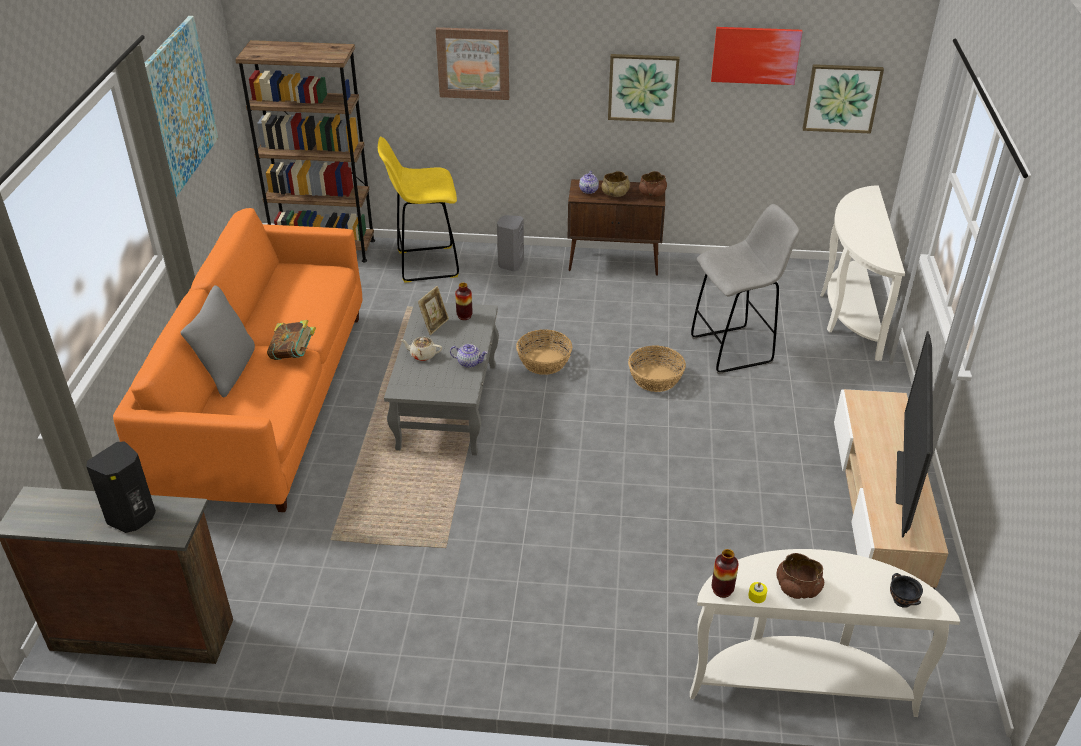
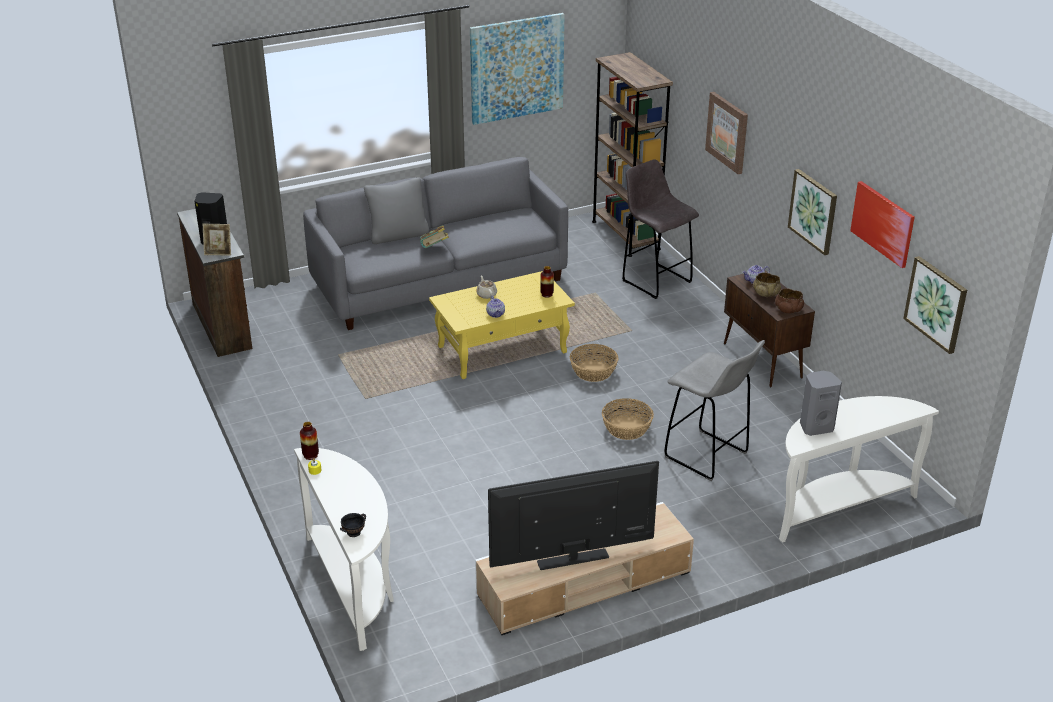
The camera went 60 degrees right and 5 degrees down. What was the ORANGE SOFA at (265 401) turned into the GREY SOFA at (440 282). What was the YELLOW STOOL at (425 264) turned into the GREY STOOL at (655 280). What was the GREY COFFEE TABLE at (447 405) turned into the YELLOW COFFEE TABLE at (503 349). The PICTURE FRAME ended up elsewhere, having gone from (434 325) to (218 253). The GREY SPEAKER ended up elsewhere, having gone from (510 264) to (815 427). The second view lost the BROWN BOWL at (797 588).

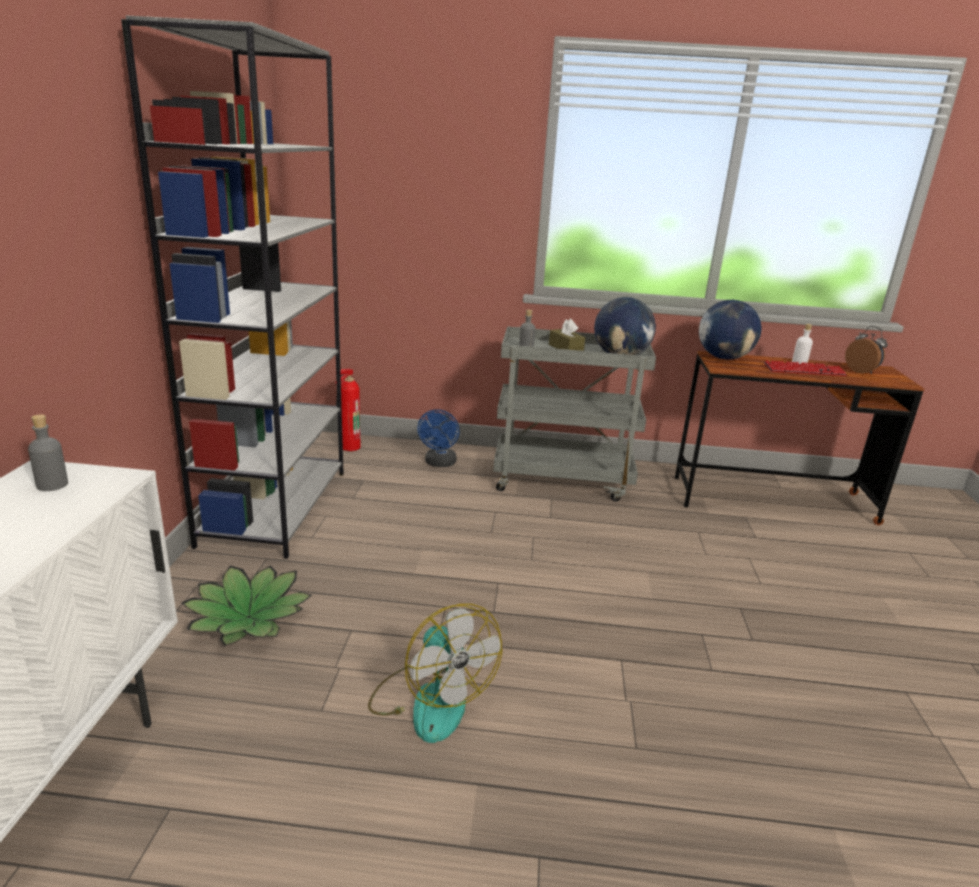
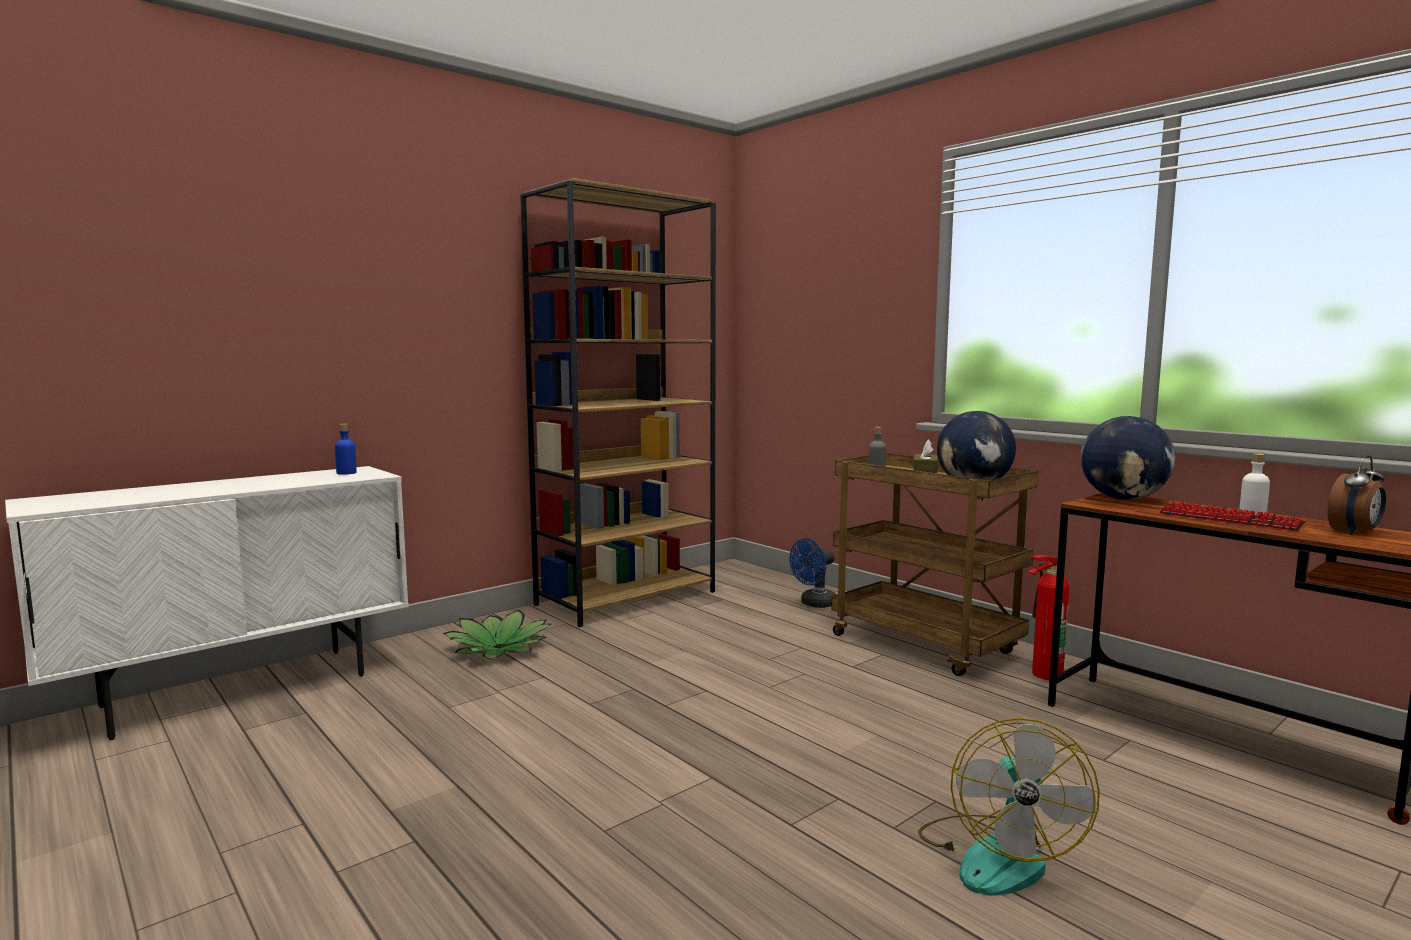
The camera went 45 degrees right and 15 degrees down. What was the GREY BOTTLE at (52 485) turned into the BLUE BOTTLE at (346 473). What was the GREY BOOKCASE at (275 506) turned into the BROWN BOOKCASE at (627 598). The FIRE EXTINGUISHER ended up elsewhere, having gone from (348 447) to (1043 674). The FAN ended up elsewhere, having gone from (430 699) to (997 855). What was the GREY CART at (563 480) turned into the BROWN CART at (926 645). The ALARM CLOCK at (861 371) ended up facing another way, 45 degrees clockwise from before.

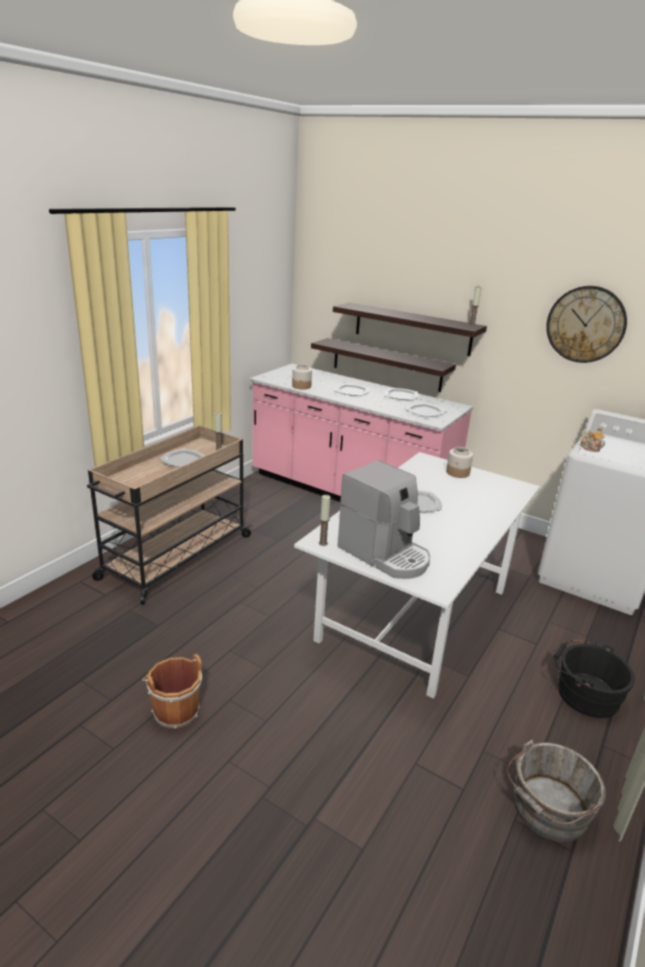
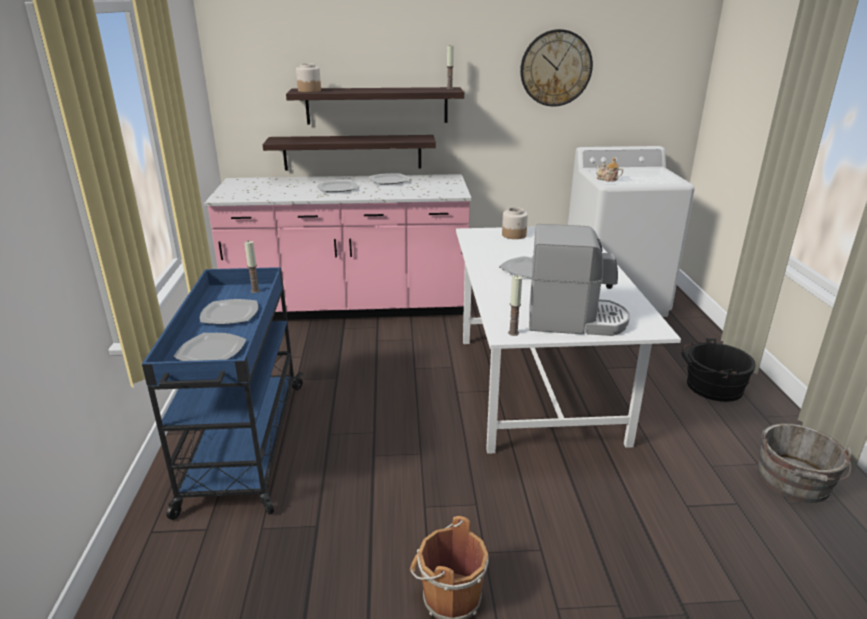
The camera went 35 degrees left and 0 degrees up. What was the BEIGE CART at (175 557) turned into the BLUE CART at (244 445). The JAR ended up elsewhere, having gone from (301 386) to (309 90). The PLATE ended up elsewhere, having gone from (425 412) to (212 351).

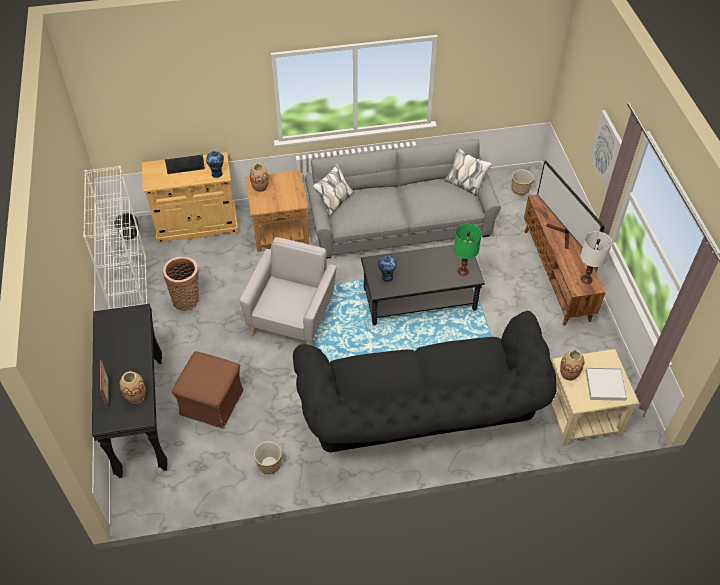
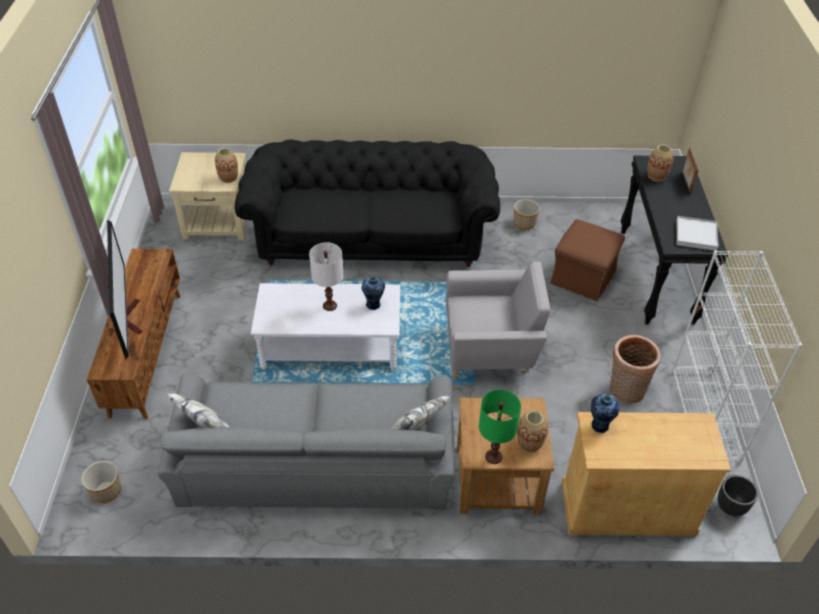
The camera went 170 degrees left and 5 degrees down. The second view lost the BLACK SPEAKER at (185 166). The GREY ARMCHAIR at (292 317) ended up facing another way, 120 degrees counterclockwise from before. What was the BLACK COFFEE TABLE at (420 299) turned into the WHITE COFFEE TABLE at (330 347). The GREEN TABLE LAMP ended up elsewhere, having gone from (463 271) to (493 457). The WHITE TABLE LAMP ended up elsewhere, having gone from (586 279) to (330 305). The WHITE TRAY ended up elsewhere, having gone from (605 385) to (696 235). The second view lost the PICTURE at (607 150).

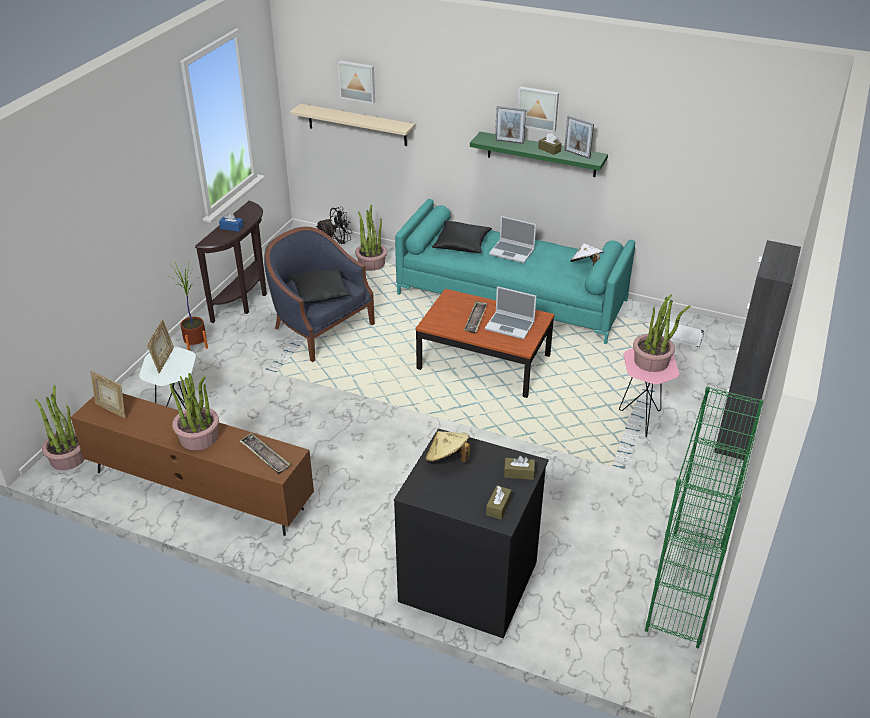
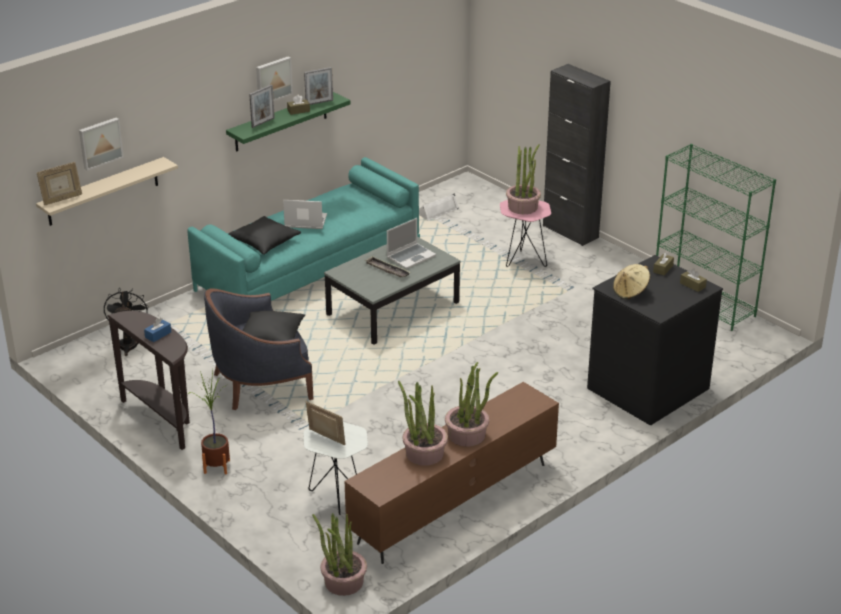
The camera went 65 degrees left and 5 degrees down. The PICTURE FRAME ended up elsewhere, having gone from (112 410) to (62 199). The second view lost the TRAY at (265 456). The POTTED PLANT ended up elsewhere, having gone from (371 263) to (424 453). What was the BROWN COFFEE TABLE at (484 362) turned into the GREY COFFEE TABLE at (393 308). The LAPTOP at (512 252) ended up facing another way, 135 degrees counterclockwise from before. The second view lost the WHITE HAT at (586 265).

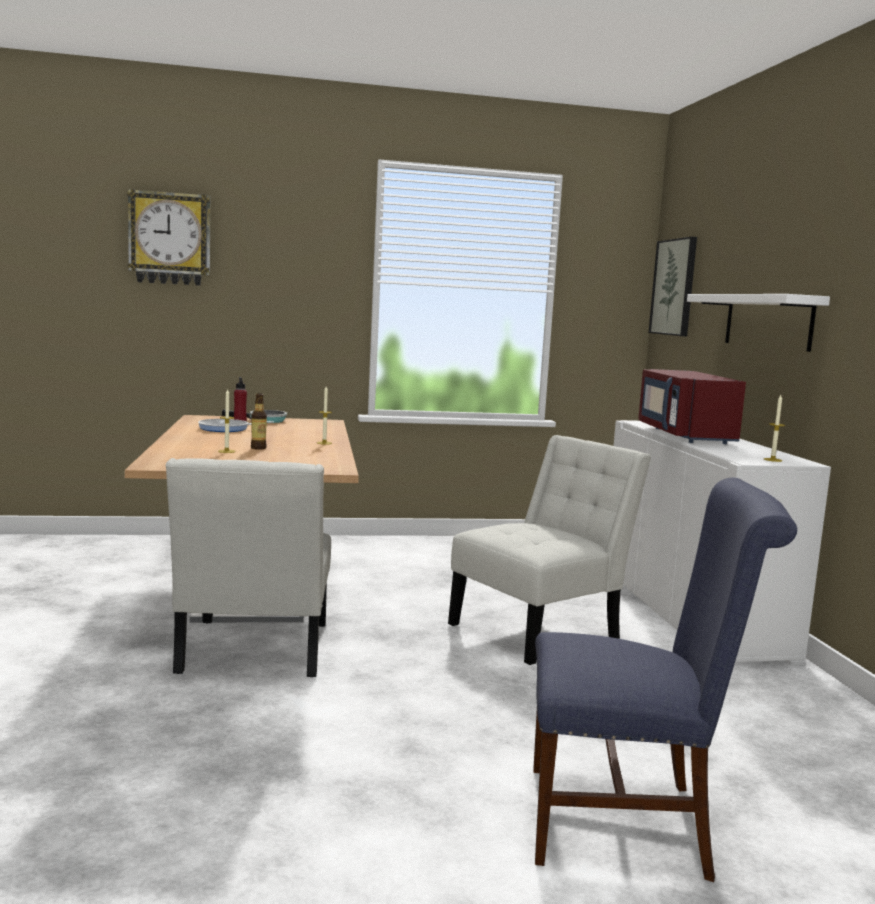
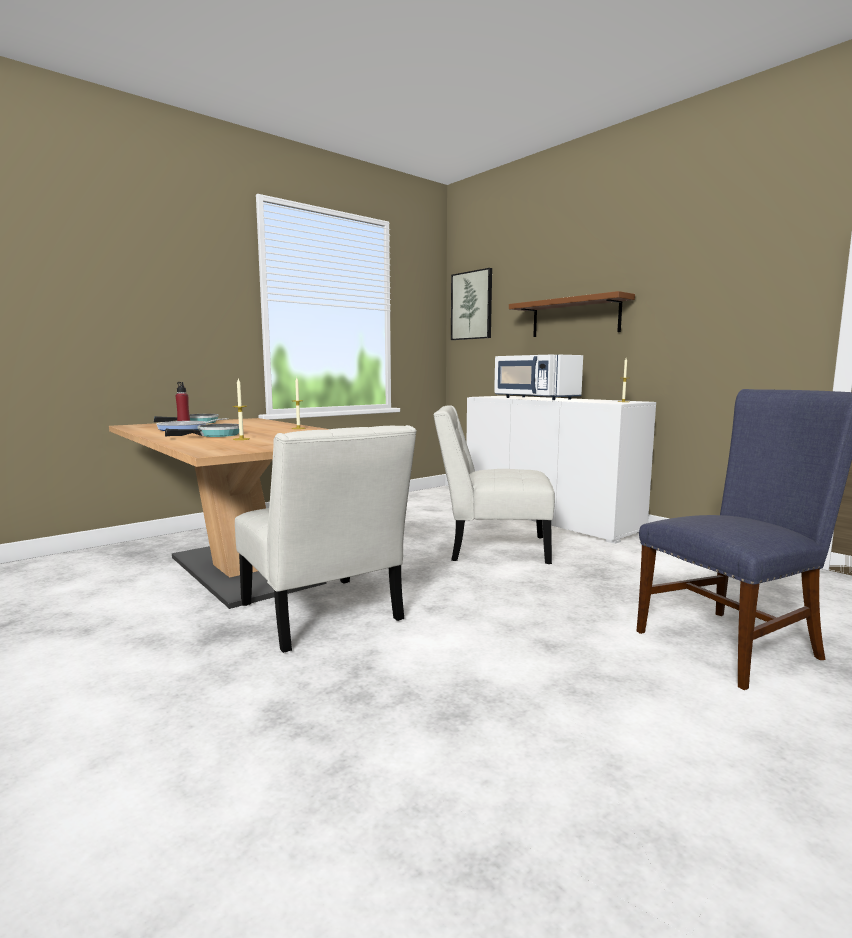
The camera went 30 degrees left and 0 degrees up. The second view lost the WALL CLOCK at (170 238). The second view lost the BOTTLE at (258 448). The WHITE CHAIR at (541 630) ended up facing another way, 105 degrees counterclockwise from before. What was the RED MICROWAVE at (683 435) turned into the WHITE MICROWAVE at (534 398). What was the WHITE SHELF at (768 321) turned into the BROWN SHELF at (575 317). The second view gained the FRYING PAN at (216 435).

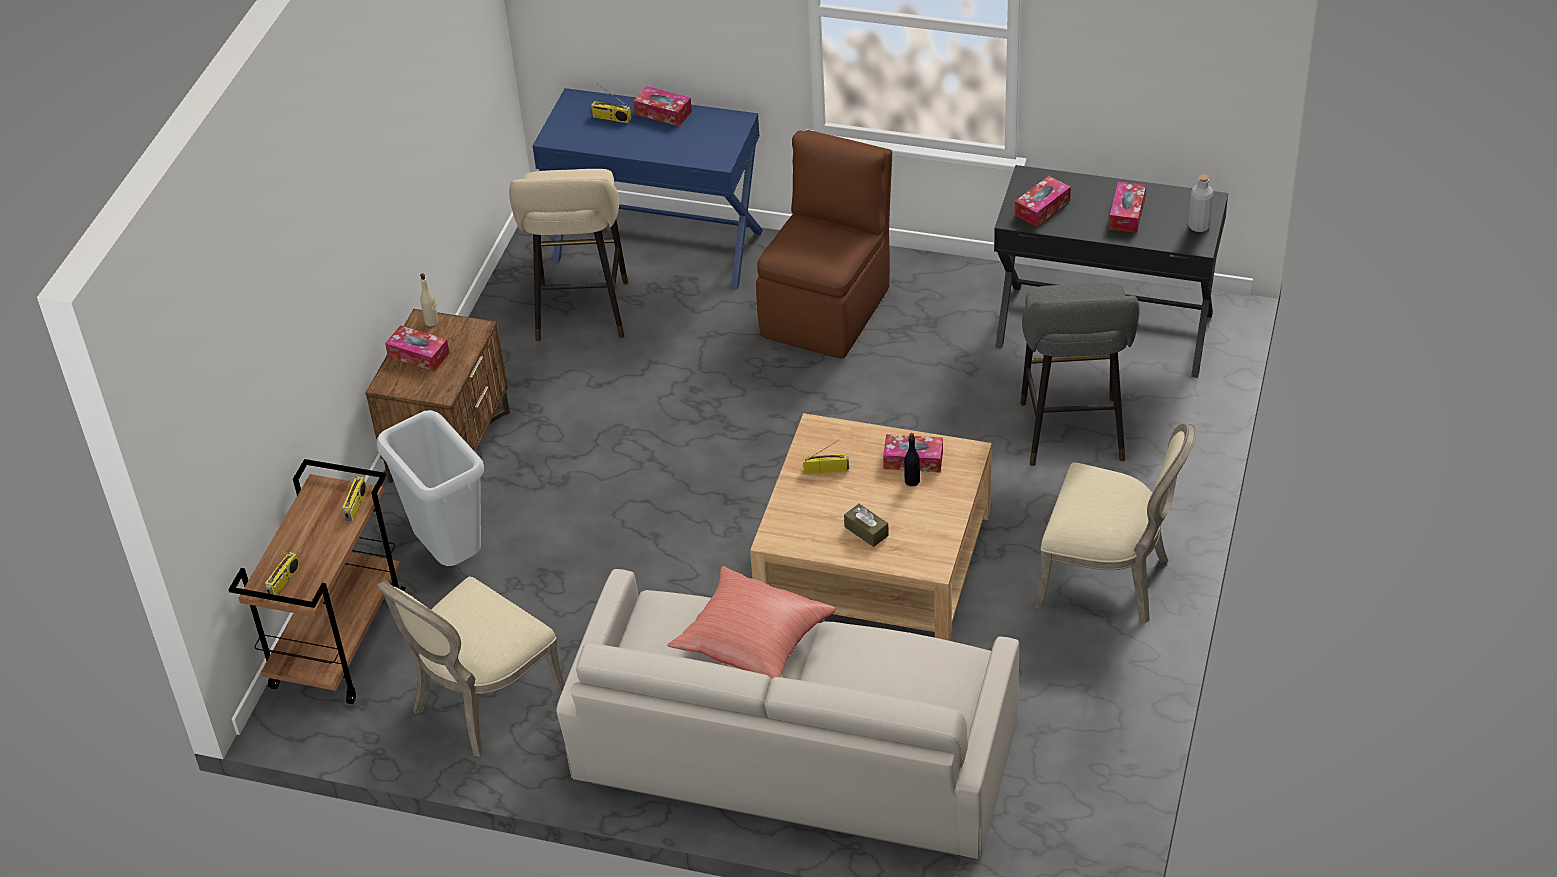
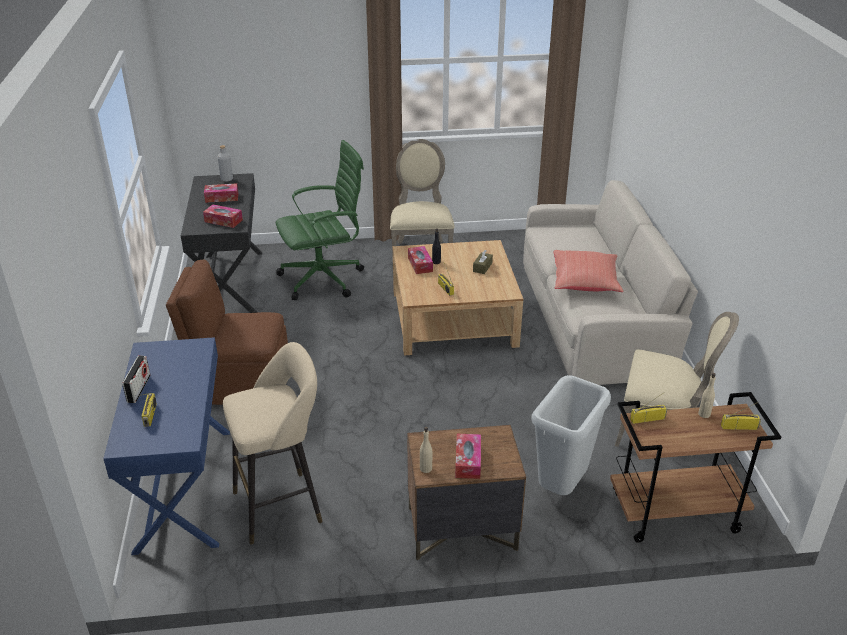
The camera went 115 degrees left and 10 degrees down. Where the TISSUE BOX stood at (663 113), the RADIO came to stand at (139 389). Where the GREY STOOL stood at (1073 436), the GREEN OFFICE CHAIR came to stand at (324 278). The second view gained the BEIGE BOTTLE at (704 414).

